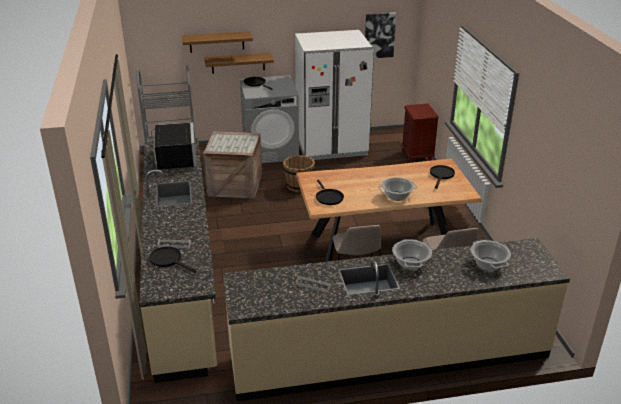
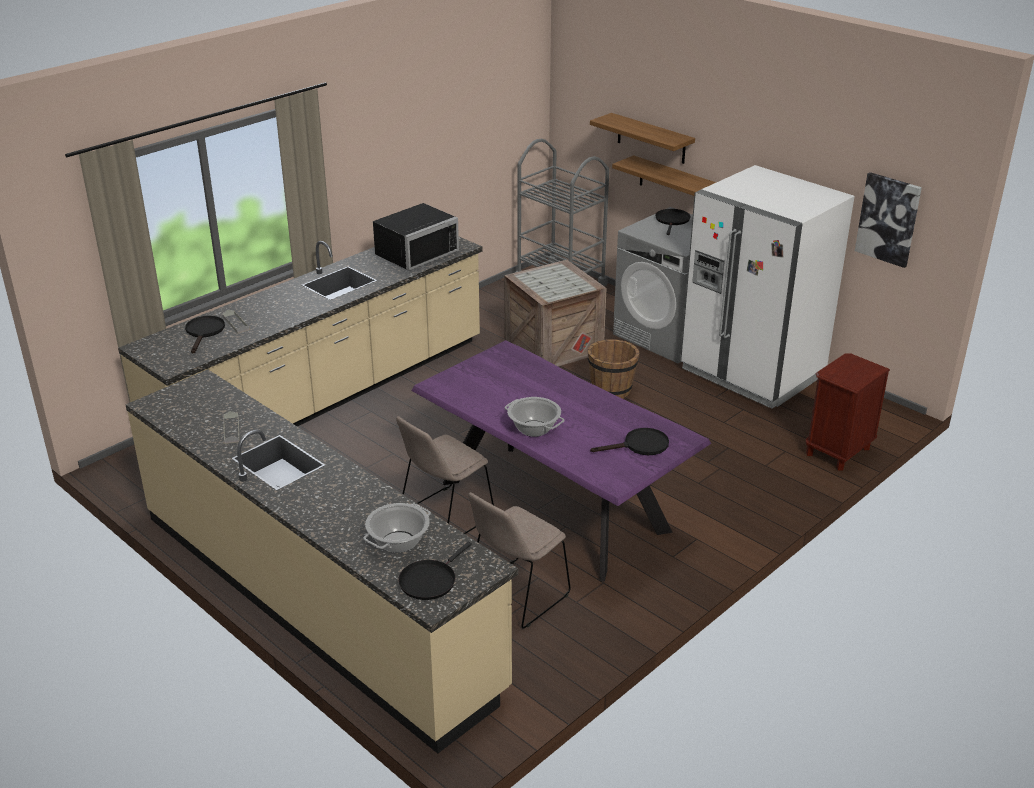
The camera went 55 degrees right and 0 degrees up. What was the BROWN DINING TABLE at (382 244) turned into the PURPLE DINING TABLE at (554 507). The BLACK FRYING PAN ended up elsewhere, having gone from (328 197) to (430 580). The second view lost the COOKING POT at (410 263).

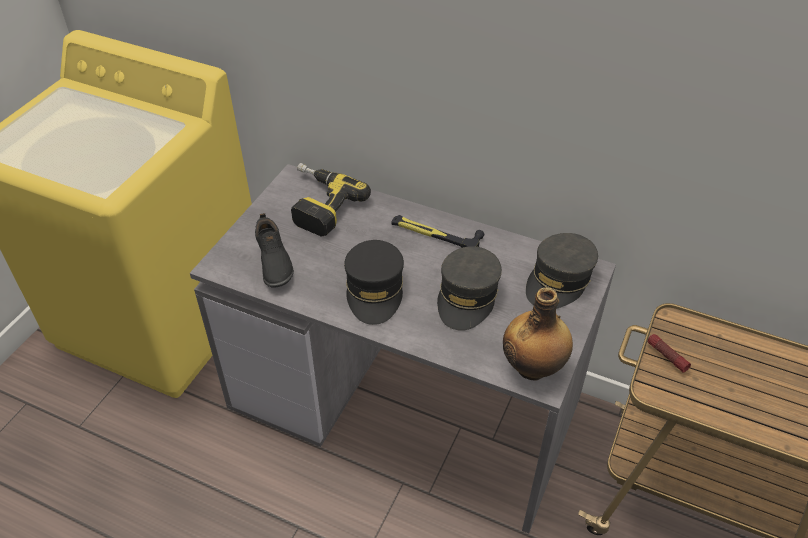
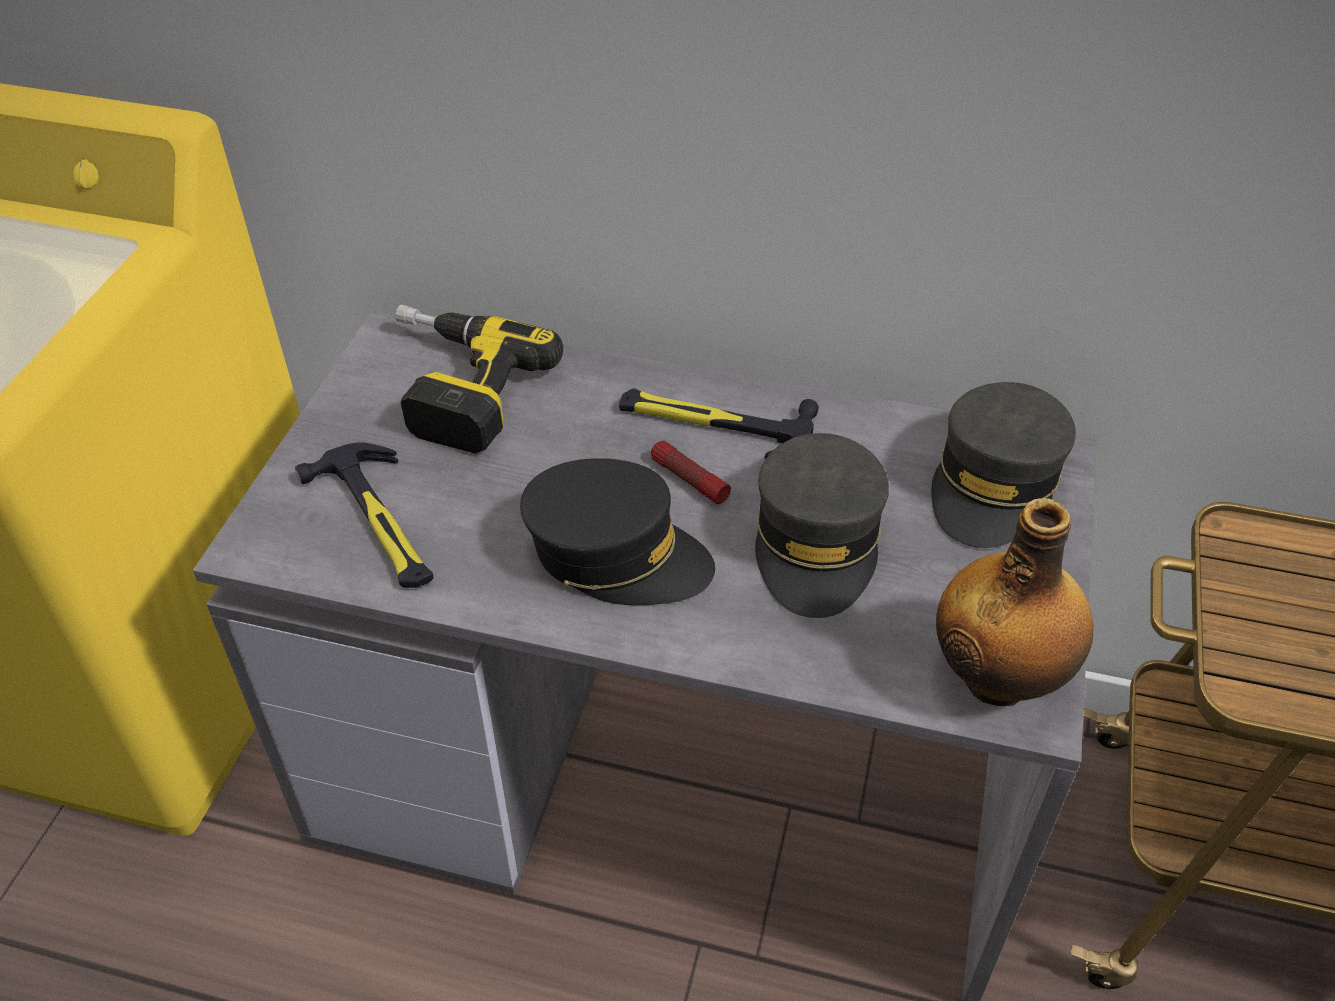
The camera went 10 degrees left and 0 degrees up. Where the BLACK SHOE stood at (273 262), the HAMMER came to stand at (379 521). The BLACK CAP at (375 290) ended up facing another way, 60 degrees counterclockwise from before. The FLASHLIGHT ended up elsewhere, having gone from (667 356) to (689 480).

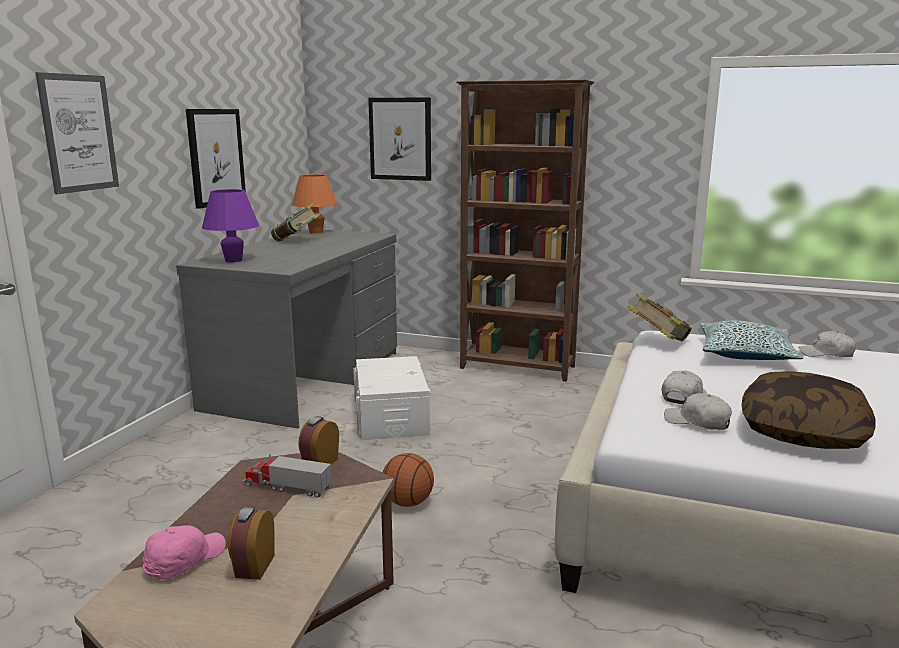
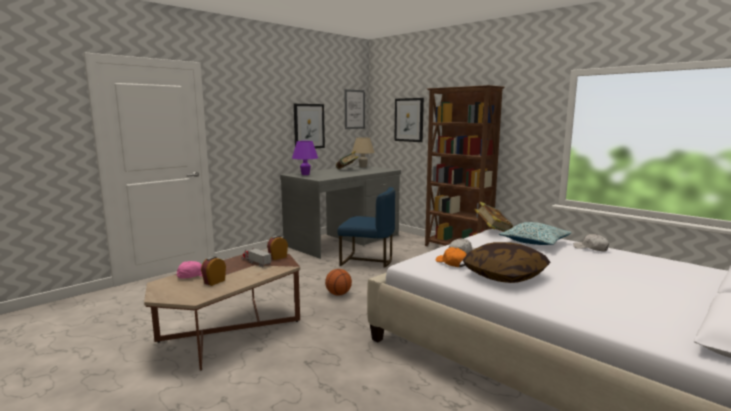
The camera went 25 degrees right and 5 degrees down. The PICTURE ended up elsewhere, having gone from (79 133) to (354 109). What was the ORANGE TABLE LAMP at (316 232) turned into the BEIGE TABLE LAMP at (363 167). Where the WHITE STORAGE BOX stood at (391 416), the BLUE CHAIR came to stand at (367 260). What was the WHITE CAP at (697 422) turned into the ORANGE CAP at (451 263).

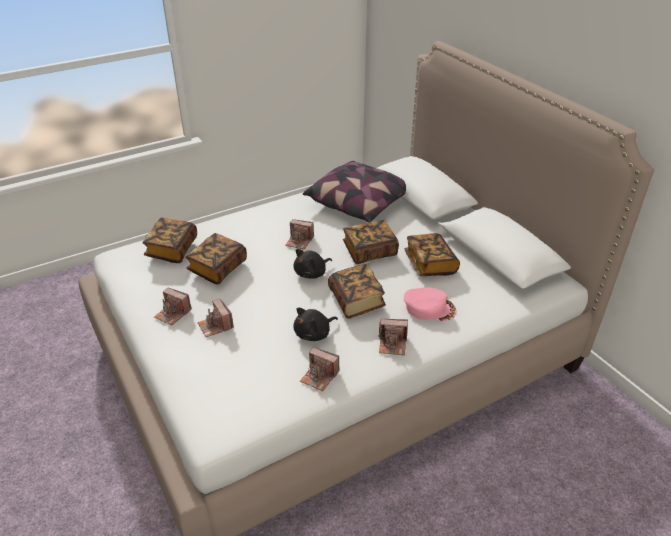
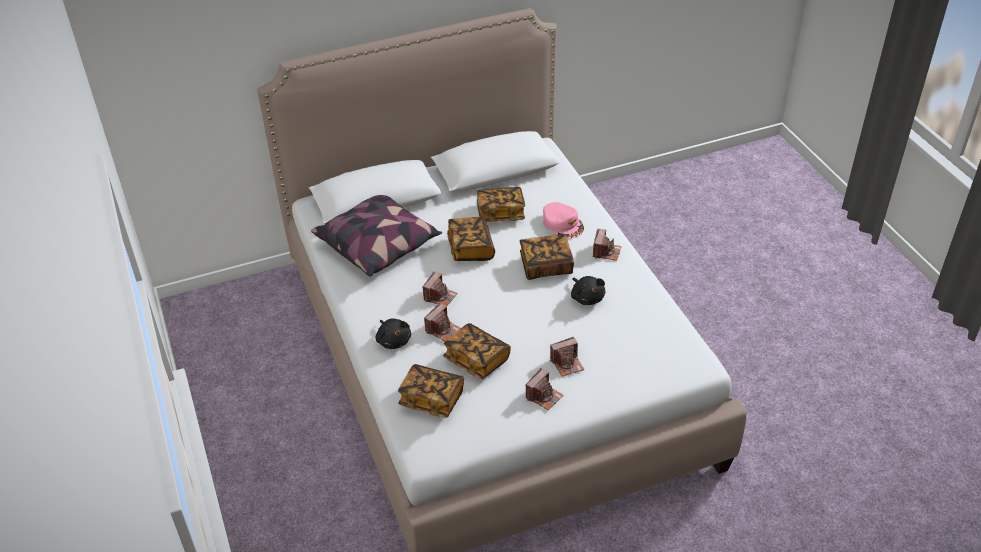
The camera went 80 degrees left and 5 degrees up. The BLACK PLUSH TOY ended up elsewhere, having gone from (312 273) to (393 340). The PHOTO CAMERA ended up elsewhere, having gone from (319 377) to (442 330). The PINK CAP at (429 308) ended up facing another way, 120 degrees clockwise from before.

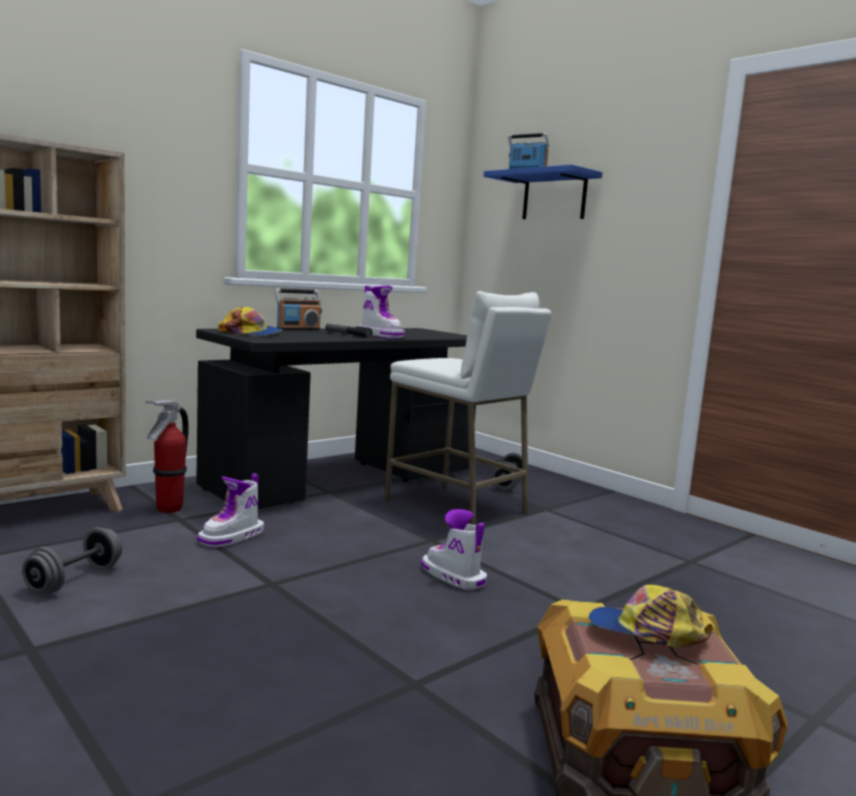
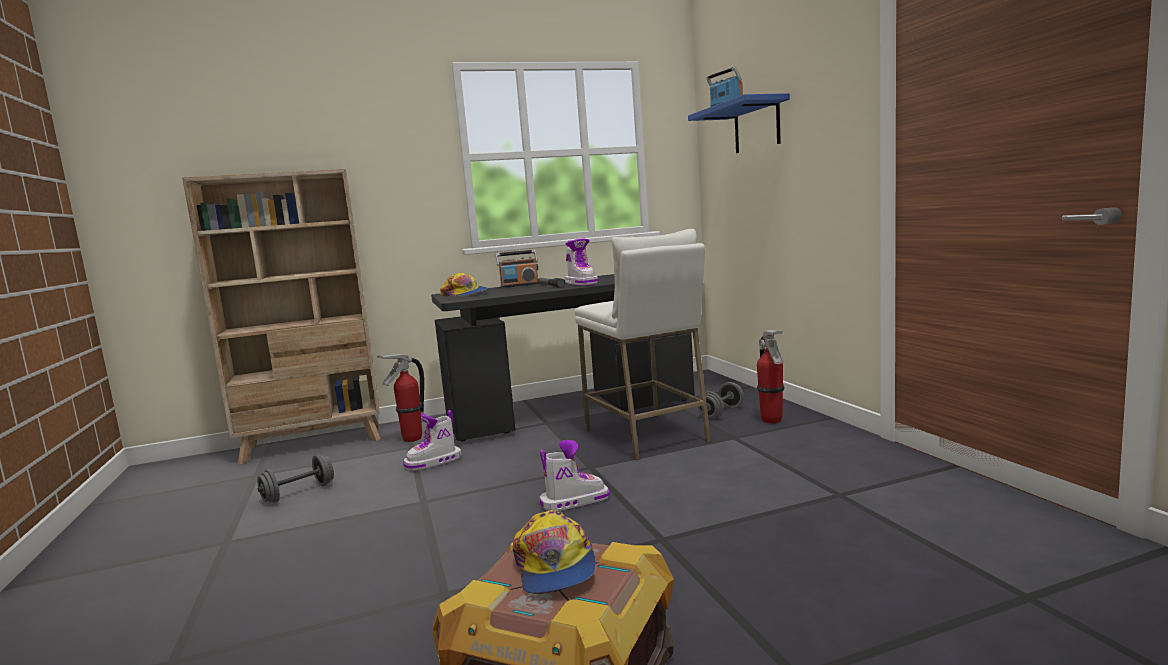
The camera went 25 degrees right and 0 degrees up. The BOOT at (452 576) ended up facing another way, 90 degrees clockwise from before. The CAP at (646 633) ended up facing another way, 150 degrees counterclockwise from before. The second view gained the FIRE EXTINGUISHER at (772 420).

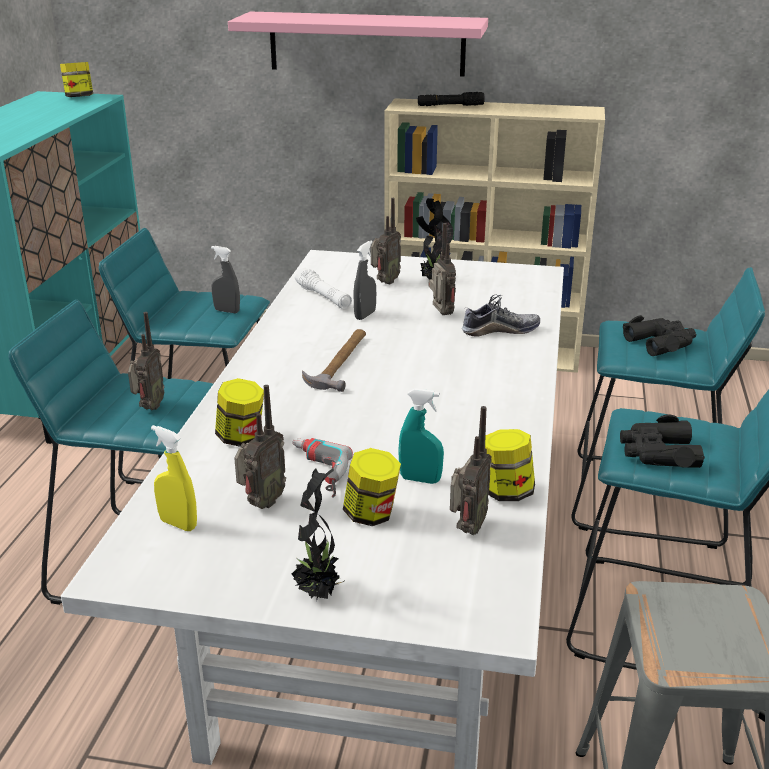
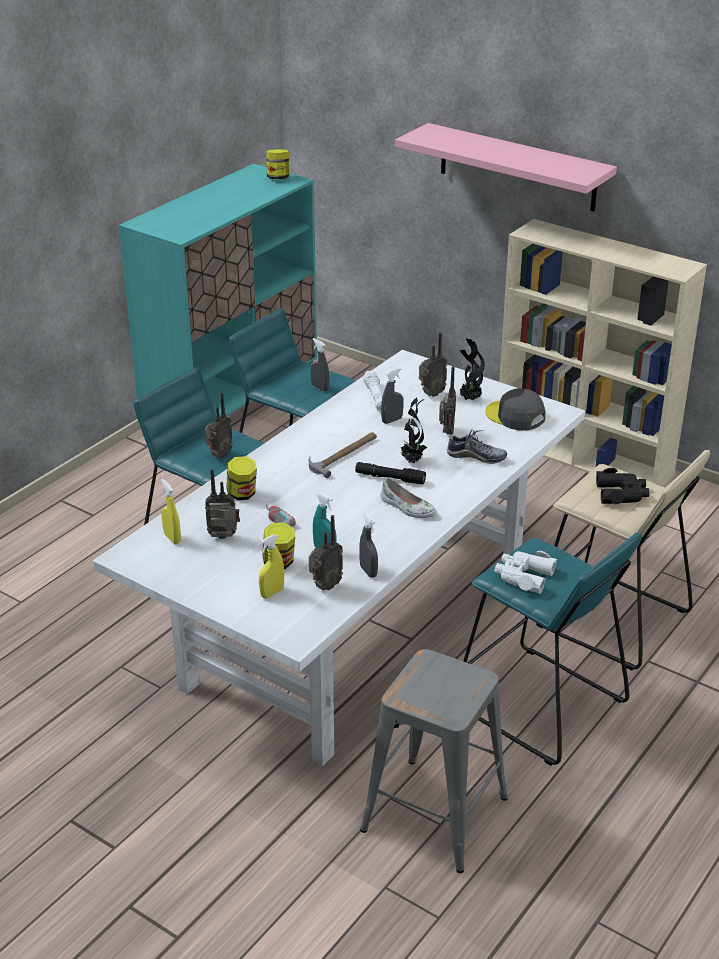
The camera went 25 degrees right and 5 degrees up. The RADIO at (261 503) ended up facing another way, 150 degrees counterclockwise from before. The POTTED PLANT ended up elsewhere, having gone from (318 593) to (412 461). The BLACK FLASHLIGHT ended up elsewhere, having gone from (450 106) to (389 478). Where the JAR stood at (506 492), the GREY SPRAY BOTTLE came to stand at (368 571). What was the TURQUOISE STOOL at (646 500) turned into the BEIGE STOOL at (611 619). What was the BLACK BINOCULARS at (658 453) turned into the WHITE BINOCULARS at (523 576). The second view gained the YELLOW SPRAY BOTTLE at (272 593). The second view gained the WHITE SHOE at (407 508). The second view gained the GREY CAP at (515 416).

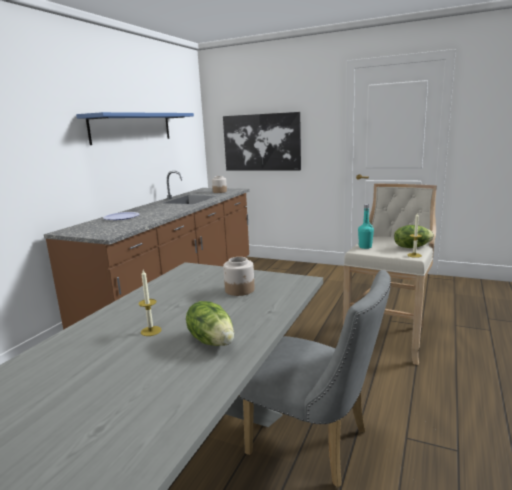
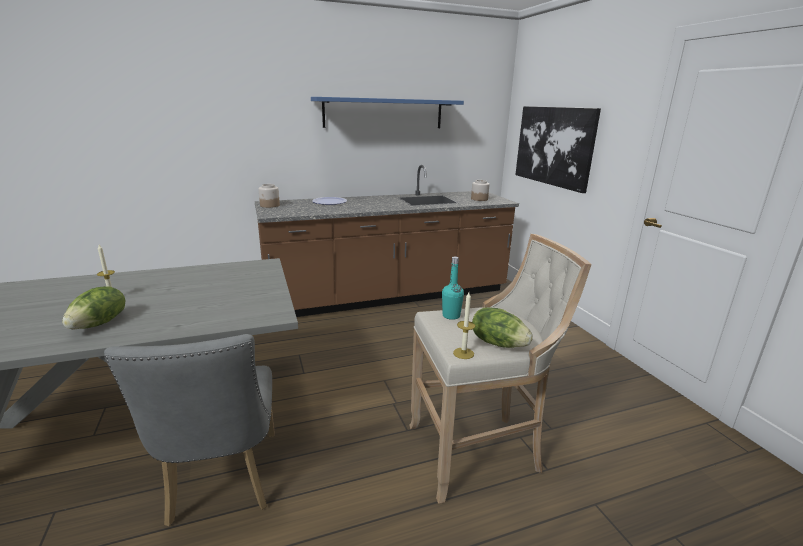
The camera went 45 degrees right and 5 degrees up. The JAR ended up elsewhere, having gone from (240 290) to (269 205).

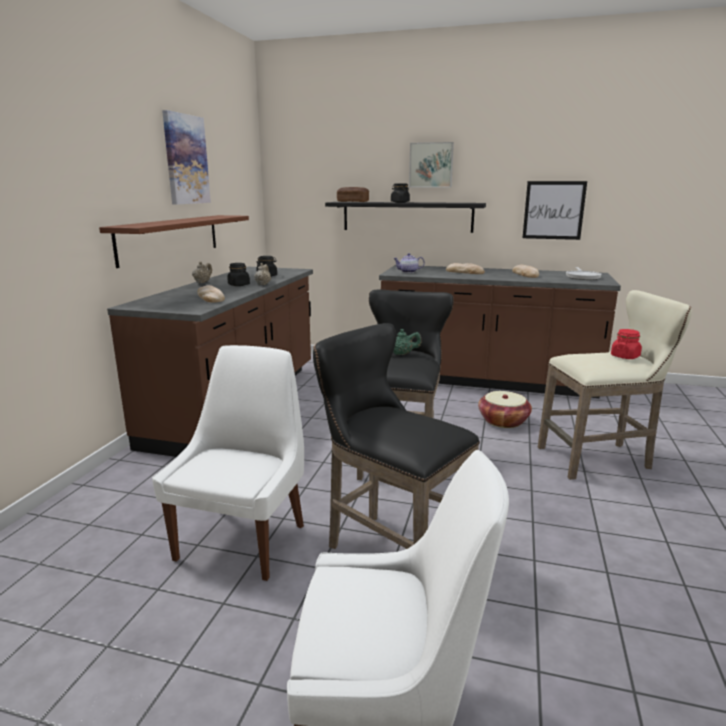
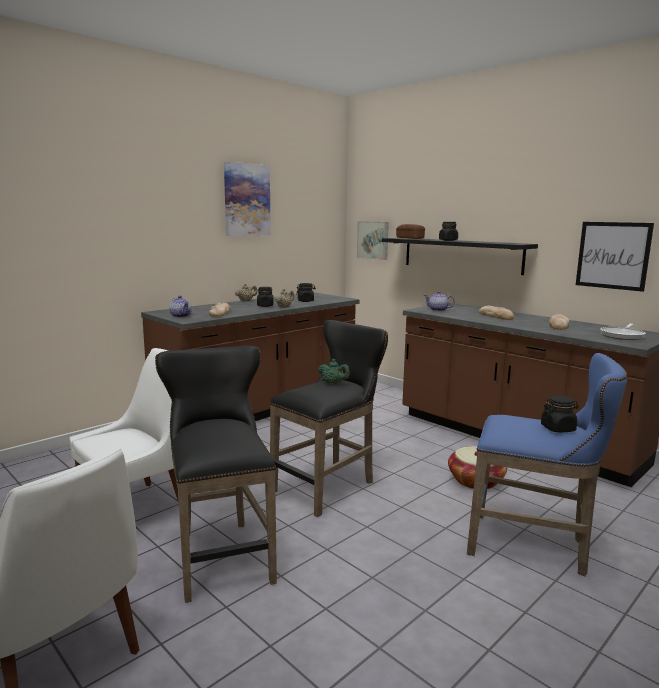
The camera went 30 degrees right and 5 degrees down. The second view lost the BROWN SHELF at (170 238). The PICTURE ended up elsewhere, having gone from (431 165) to (373 240). What was the BEIGE STOOL at (600 459) turned into the BLUE STOOL at (534 547). What was the RED JAR at (625 356) turned into the BLACK JAR at (558 428). The second view gained the TEAPOT at (181 316).

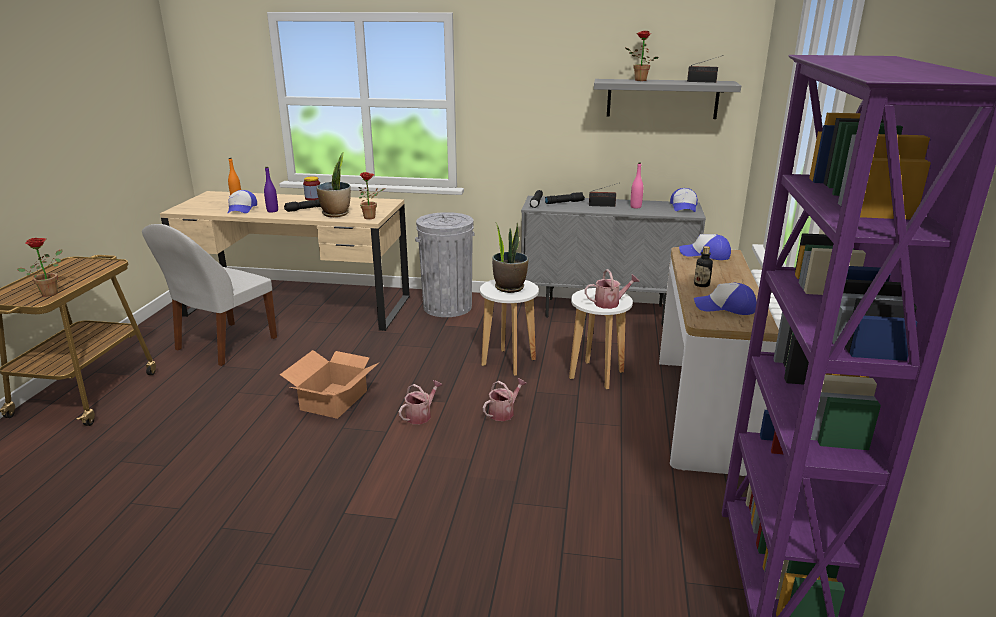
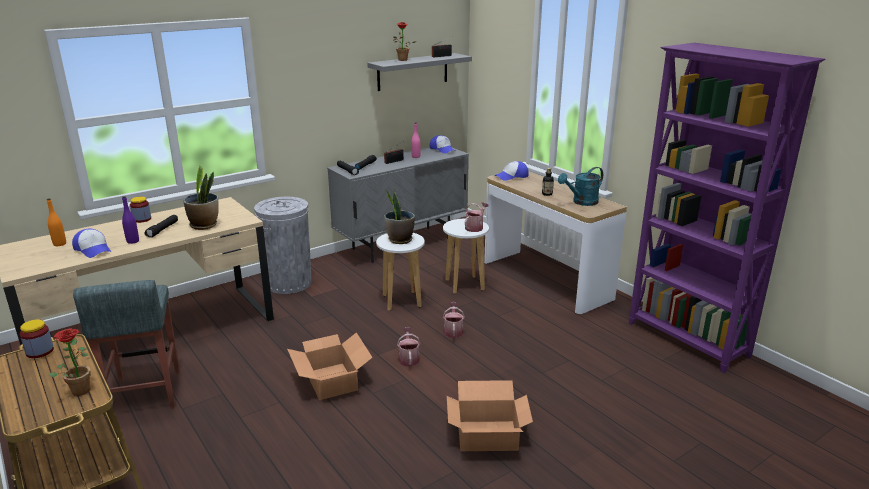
The camera went 45 degrees left and 0 degrees up. Where the WHITE CHAIR stood at (224 345), the GREY STOOL came to stand at (145 394). The second view lost the POTTED PLANT at (372 217). Where the CAP stood at (725 307), the TURQUOISE WATERING CAN came to stand at (581 202). The second view gained the JAR at (40 351). The second view gained the CARDBOARD BOX at (488 436).

